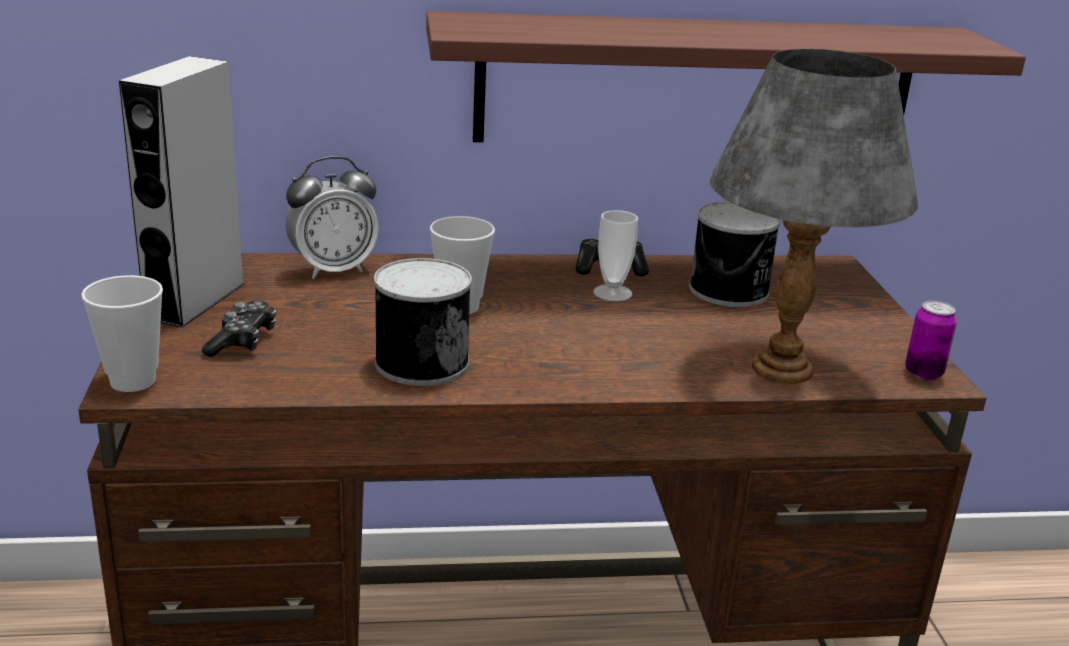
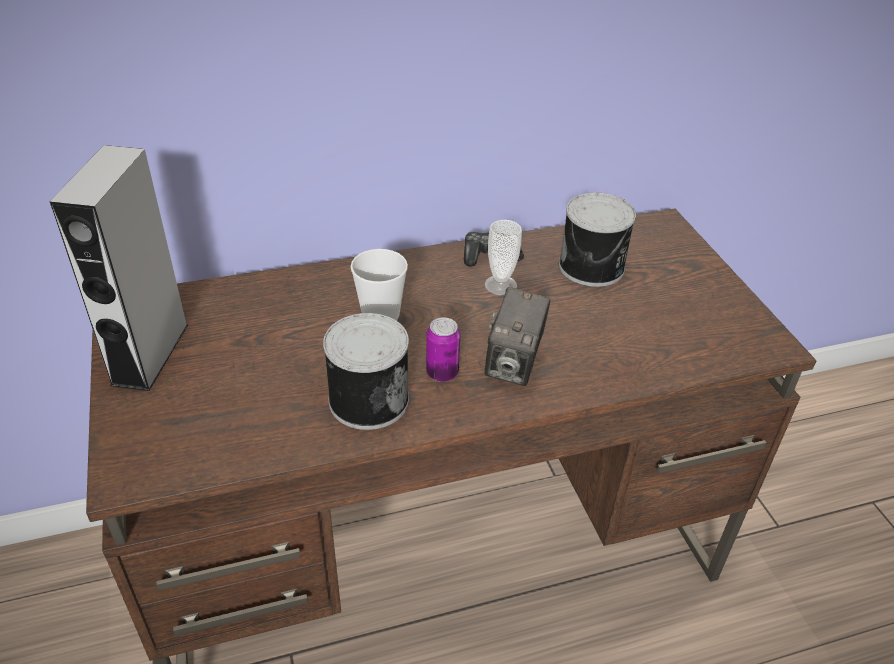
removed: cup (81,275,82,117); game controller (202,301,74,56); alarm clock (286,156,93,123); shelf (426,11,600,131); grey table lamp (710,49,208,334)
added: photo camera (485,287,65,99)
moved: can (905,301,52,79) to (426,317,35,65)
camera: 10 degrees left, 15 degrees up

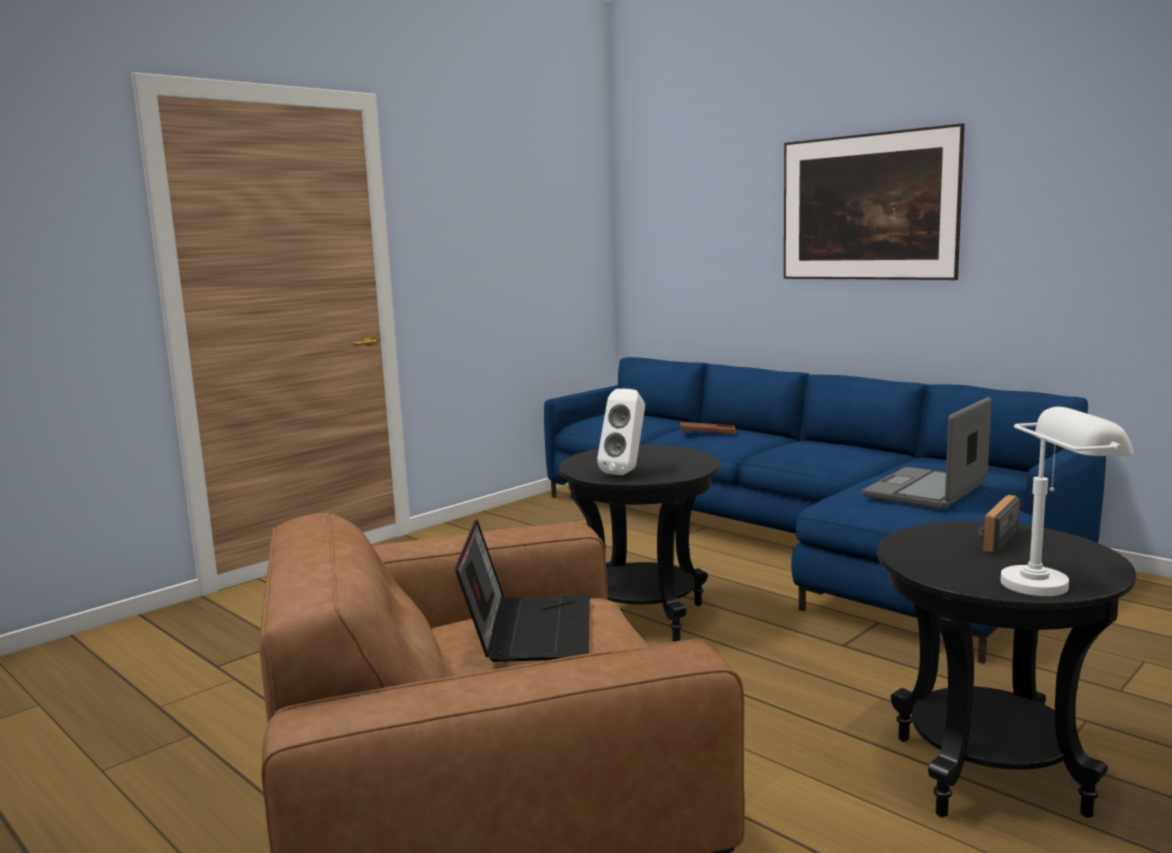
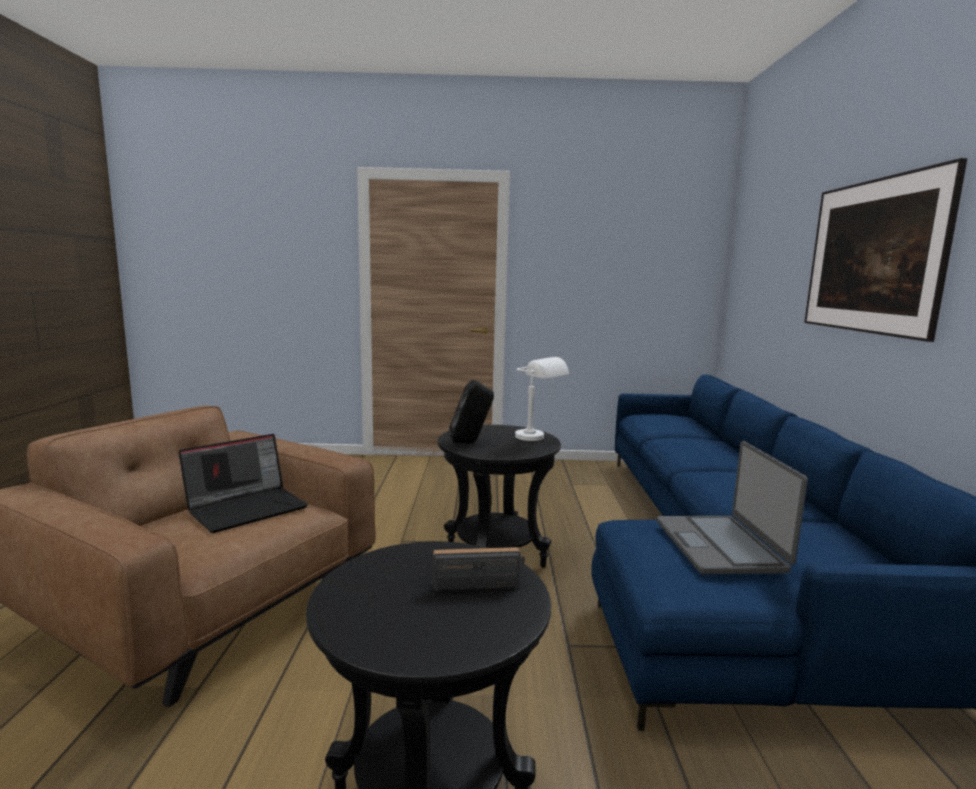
removed: brown tray (680,422,56,12)
moved: white table lamp (1000,407,133,189) to (515,357,54,84)
recoloured: white speaker (597,389,48,86) to black speaker (448,380,46,63)
turned: laptop (862,397,130,112) = (657,441,151,133) 90 degrees counterclockwise
camera: 45 degrees right, 0 degrees up

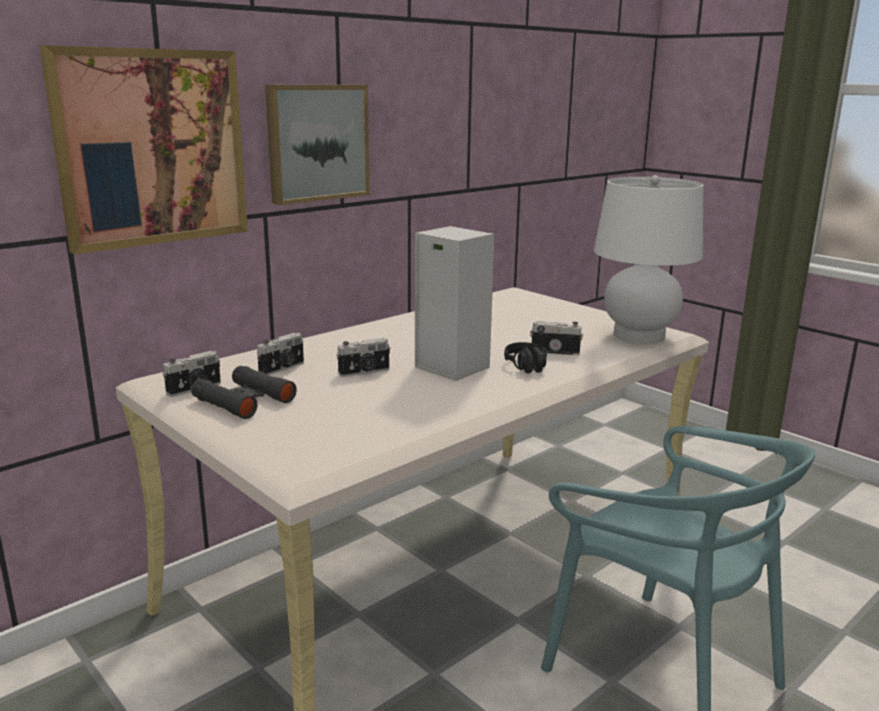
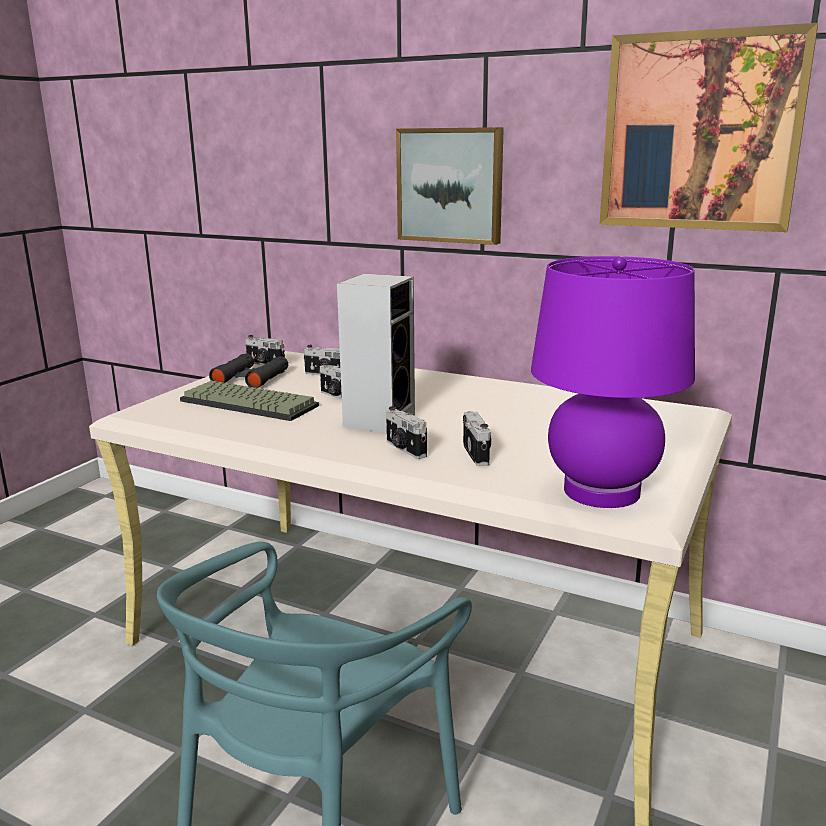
added: keyboard (180,381,139,40)
moved: picture (40,45,208,209) to (600,23,218,209)
replaced: black headphones (504,342,43,31) to photo camera (386,406,41,53)
recoloured: white table lamp (594,175,110,169) to purple table lamp (531,256,164,252)
camera: 70 degrees right, 0 degrees up

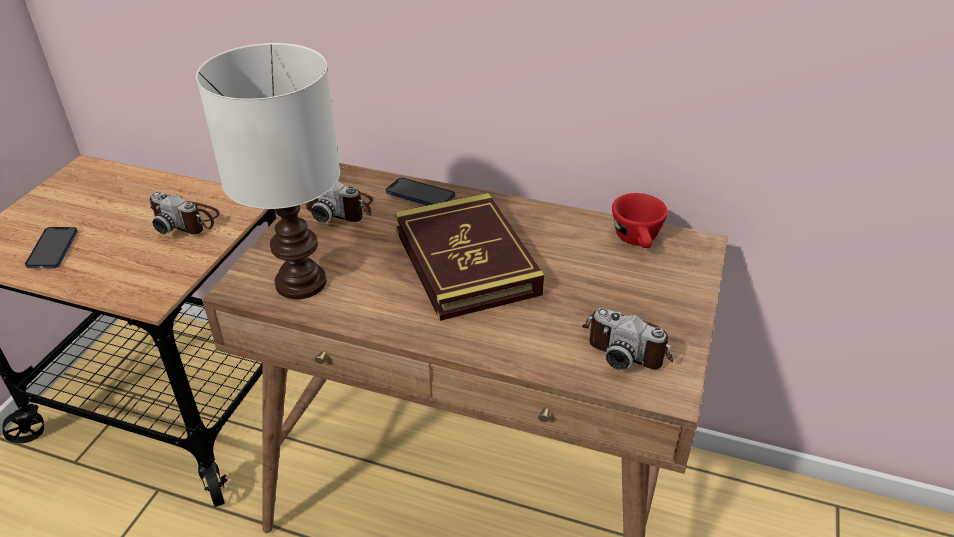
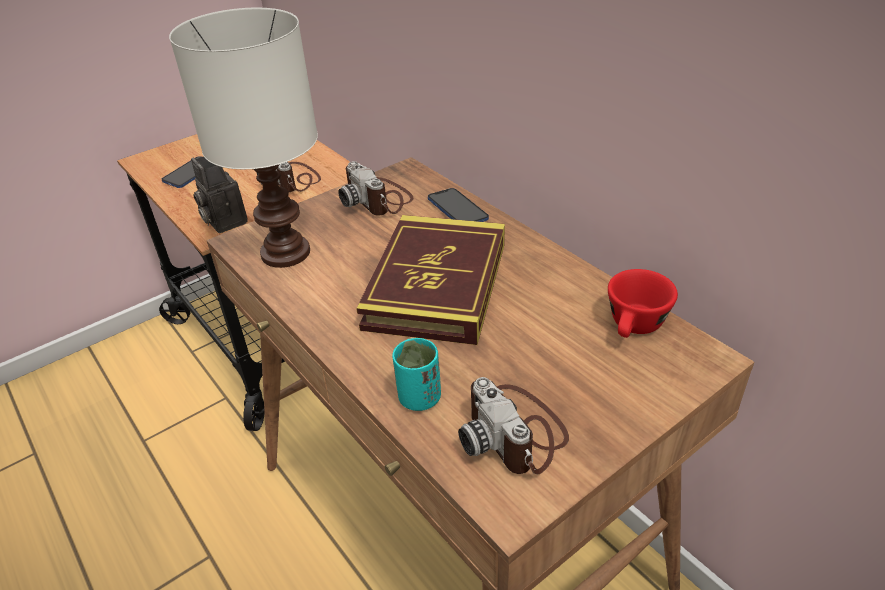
added: photo camera (191,157,57,76); turquoise cup (392,338,49,73)
camera: 35 degrees right, 0 degrees up

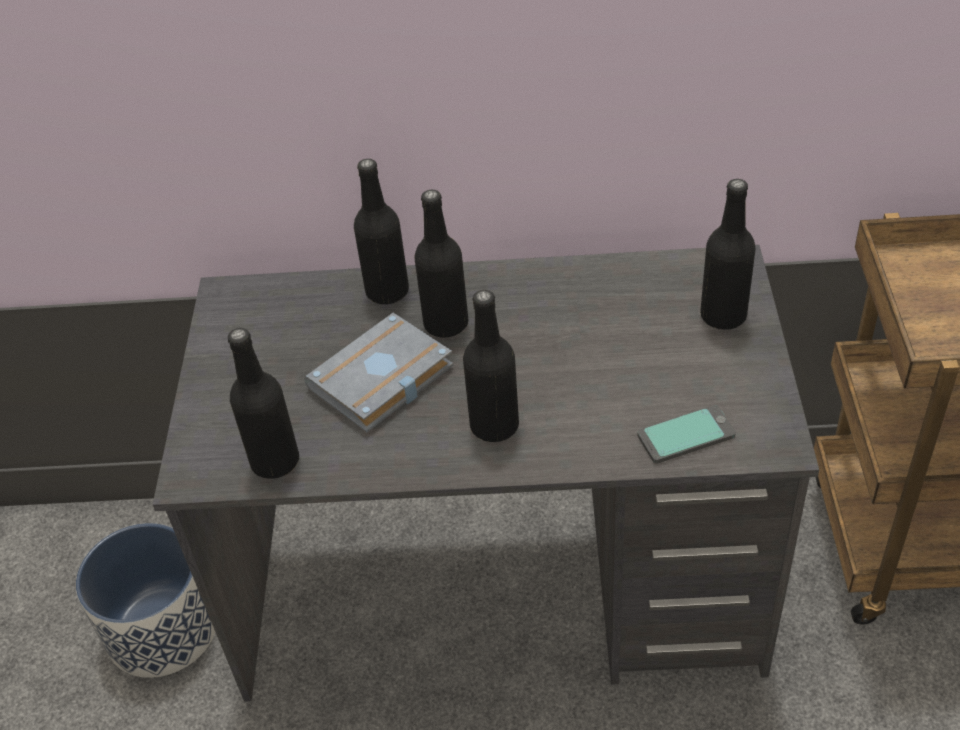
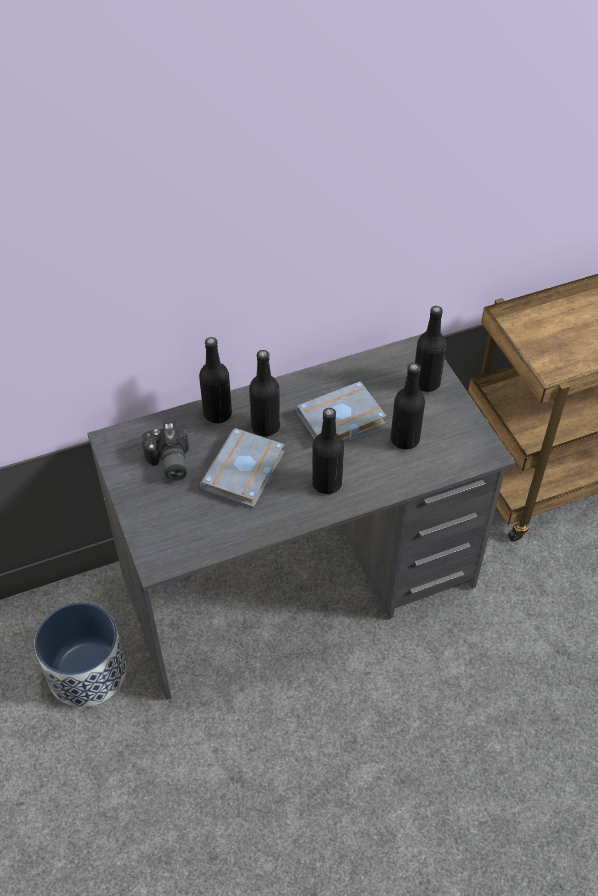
removed: phone (637,405,99,59)
added: photo camera (142,422,47,59); grey book (296,381,90,60)
moved: black bottle (228,328,71,151) to (391,363,34,87)
camera: 25 degrees left, 5 degrees up

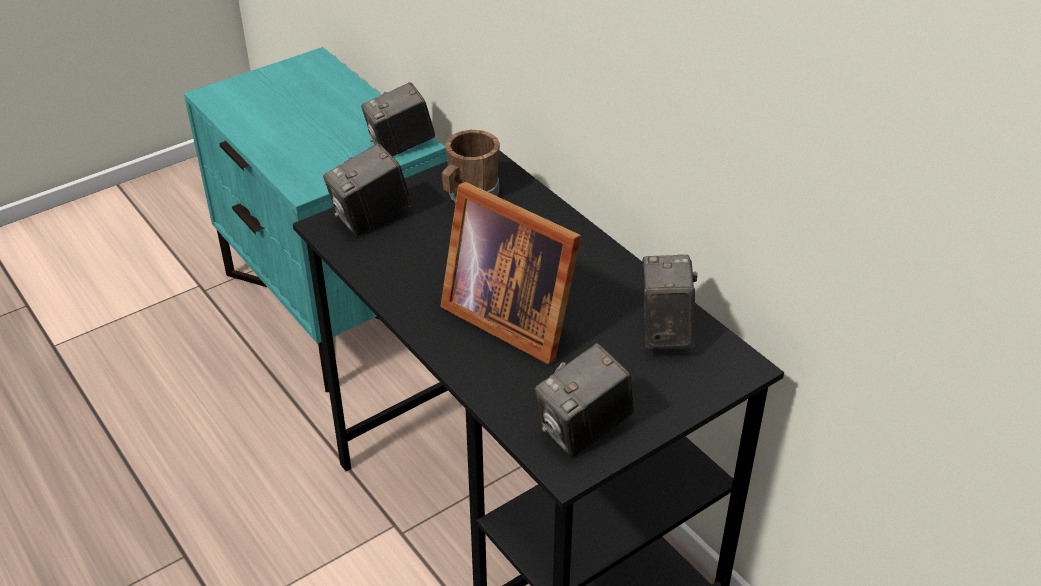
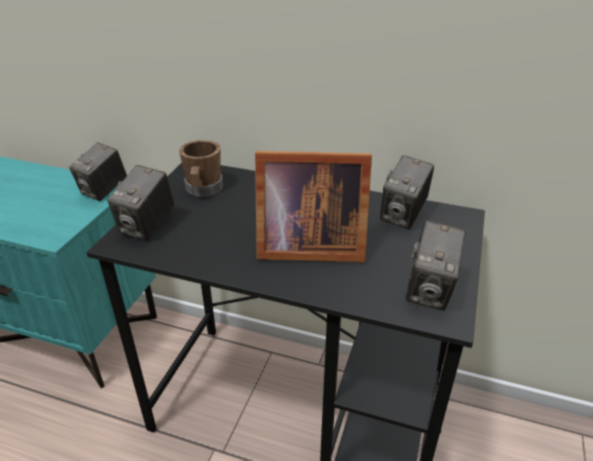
turned: photo camera (643,255,54,94) = (380,155,54,74) 120 degrees counterclockwise
camera: 35 degrees left, 5 degrees down

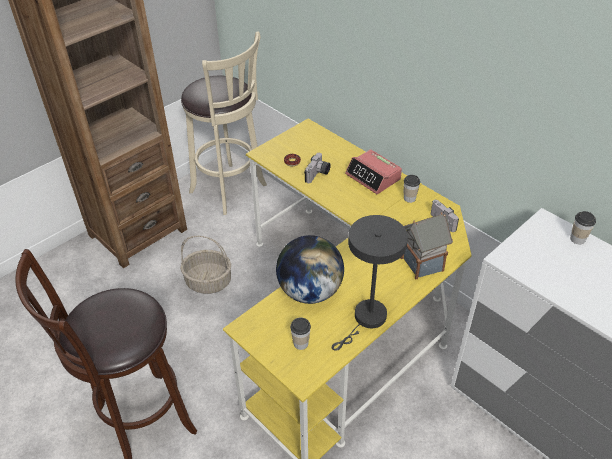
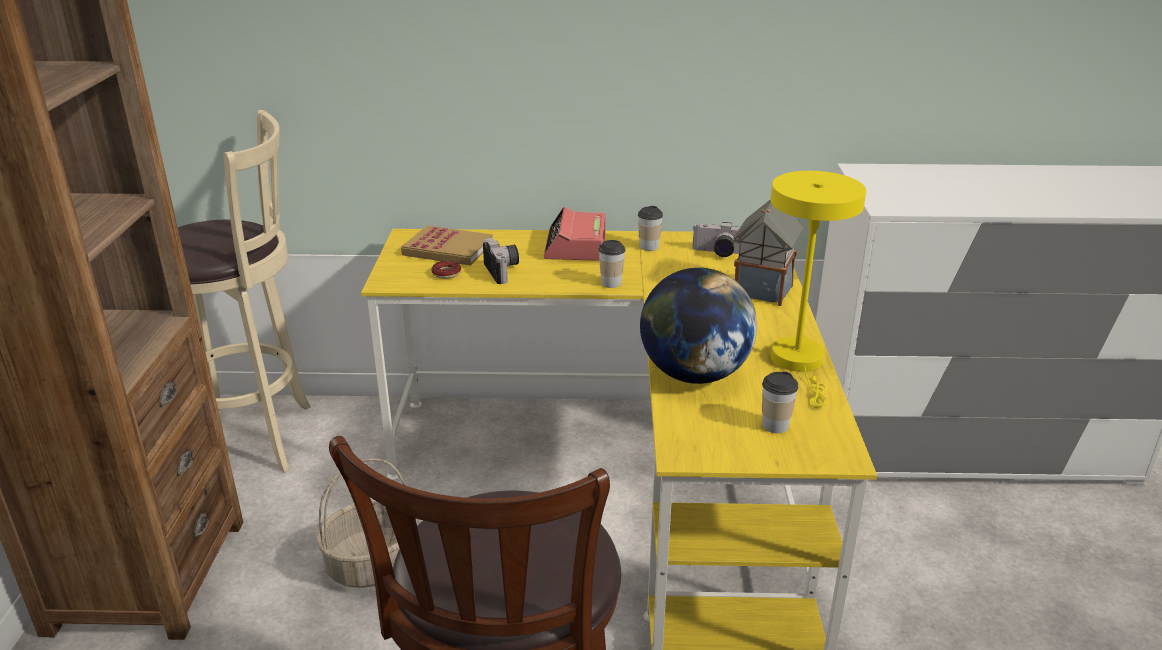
added: book (401,226,92,40)
moved: cup (570,211,26,34) to (598,240,28,48)
recoloured: grey table lamp (332,215,76,136) to yellow table lamp (770,171,96,237)
turned: alarm clock (345,149,57,45) = (544,207,62,54) 90 degrees clockwise
camera: 45 degrees left, 15 degrees down

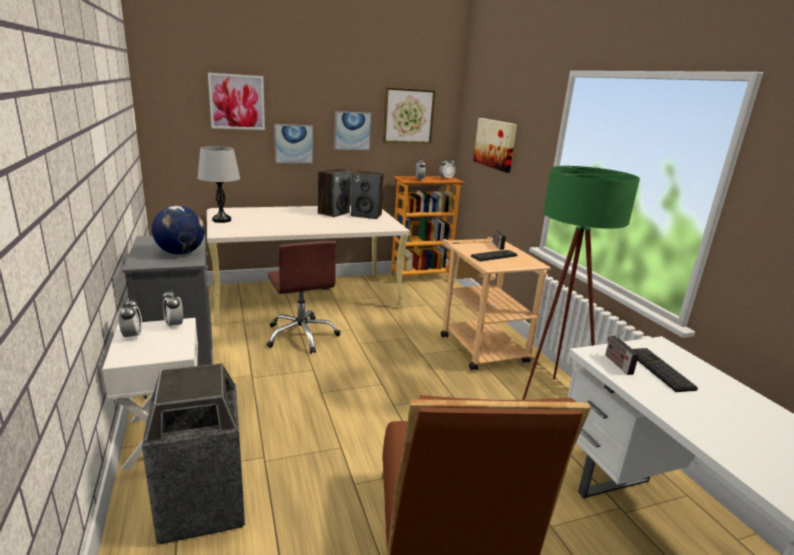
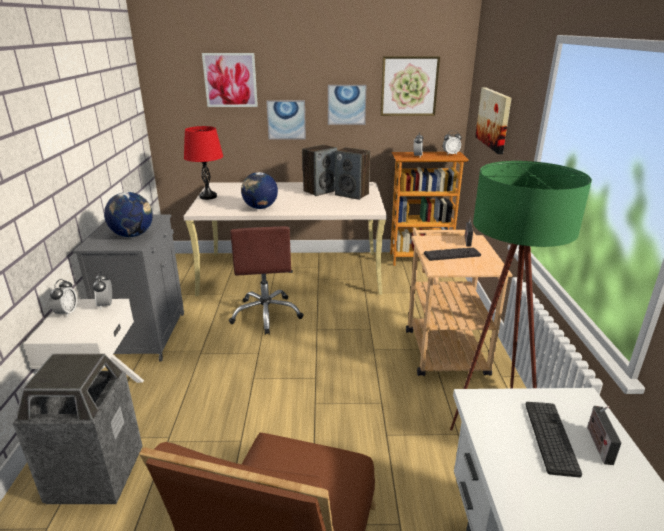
added: globe (241,172,37,37)
moved: radio (605,331,34,44) to (587,406,34,59)
recoloured: grey table lamp (198,146,42,77) to red table lamp (184,126,39,74)
camera: 20 degrees right, 5 degrees up

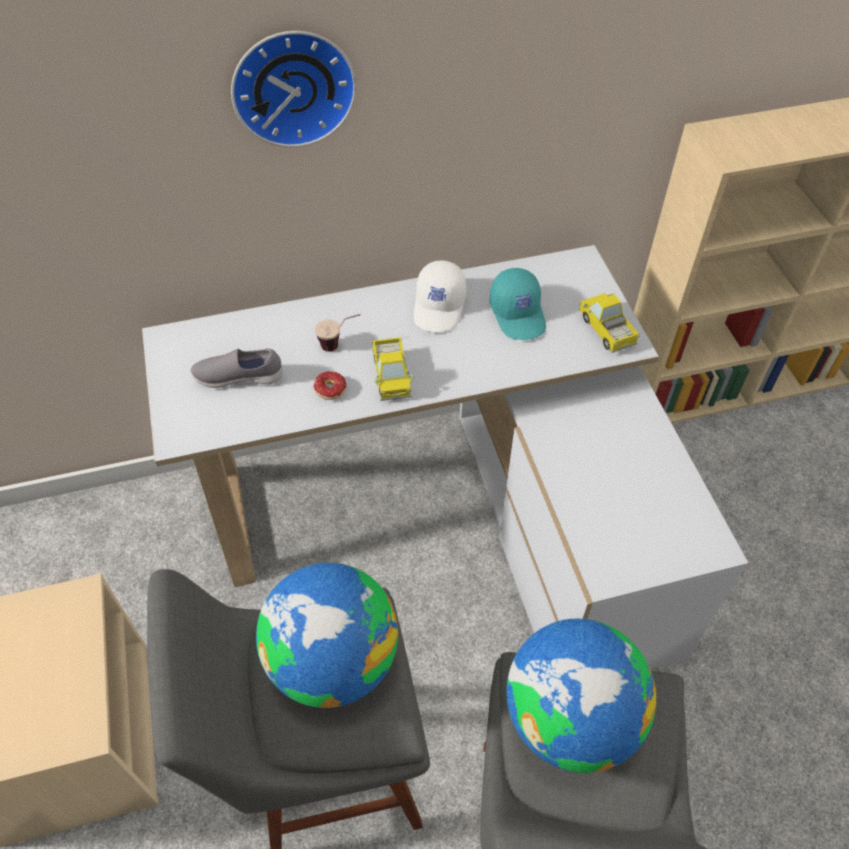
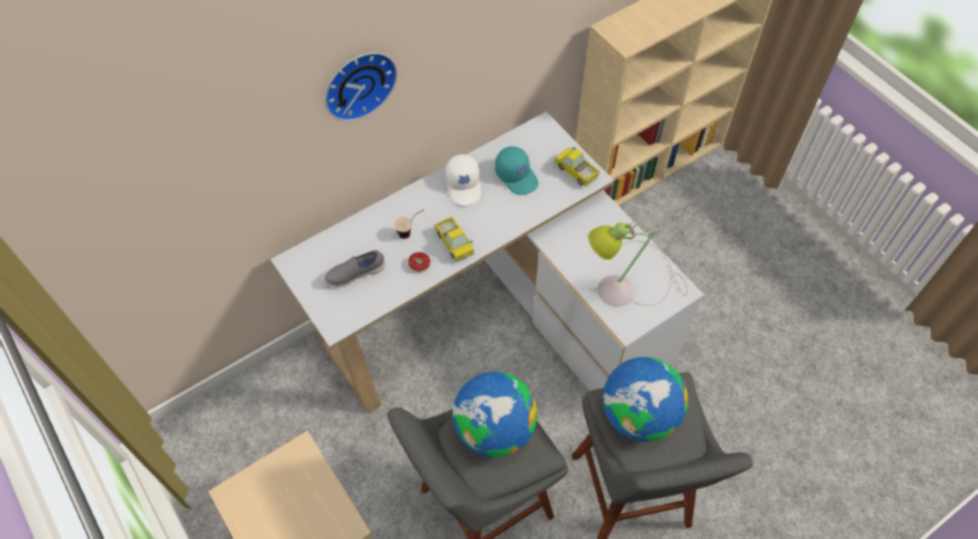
added: table lamp (585,222,103,84)
camera: 20 degrees left, 5 degrees up

